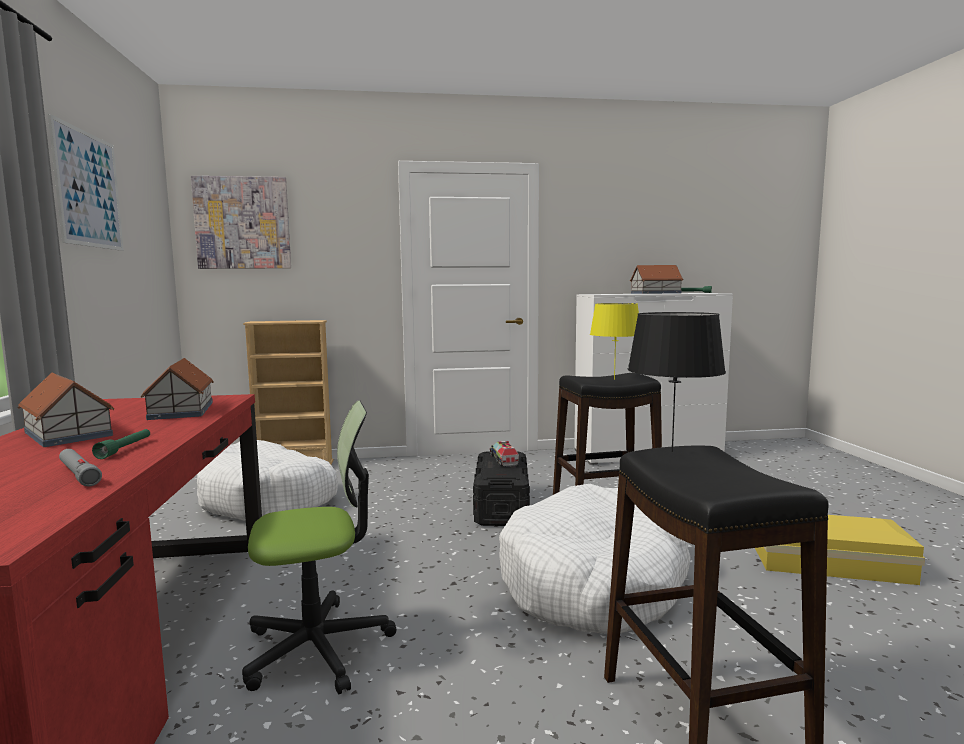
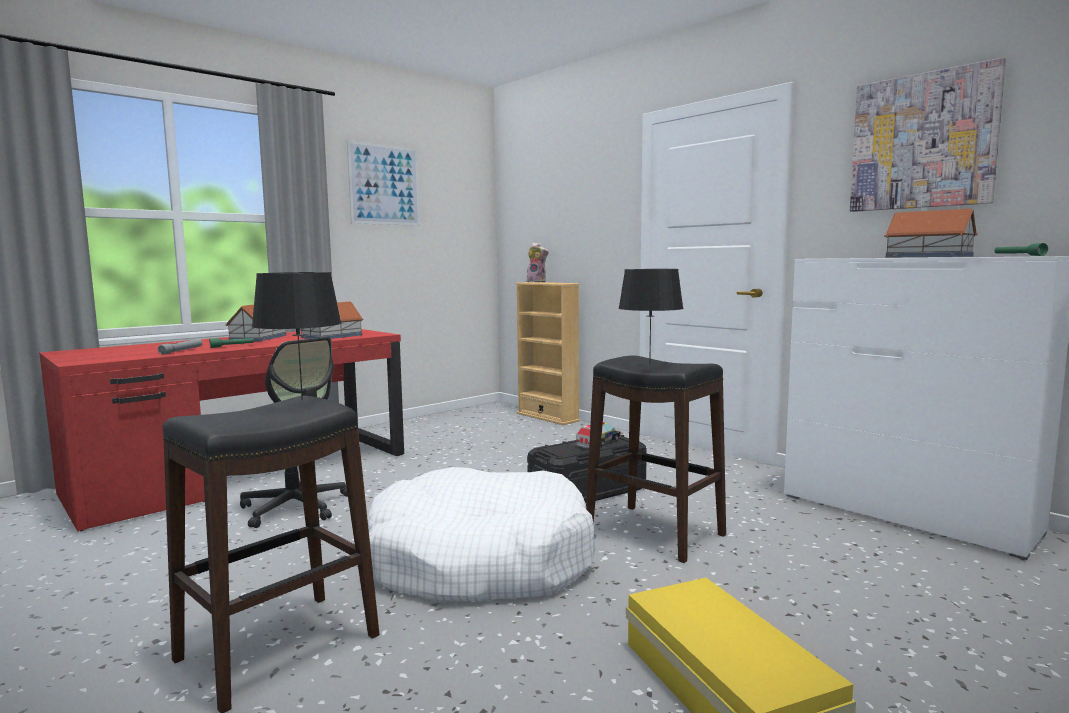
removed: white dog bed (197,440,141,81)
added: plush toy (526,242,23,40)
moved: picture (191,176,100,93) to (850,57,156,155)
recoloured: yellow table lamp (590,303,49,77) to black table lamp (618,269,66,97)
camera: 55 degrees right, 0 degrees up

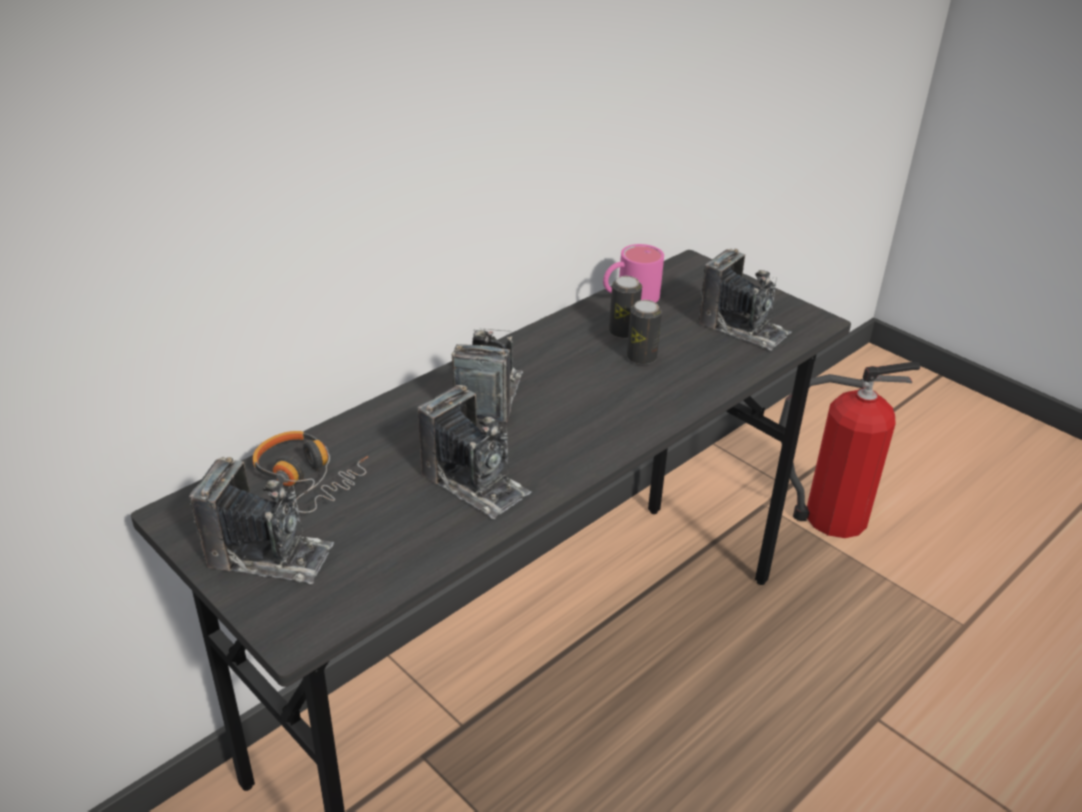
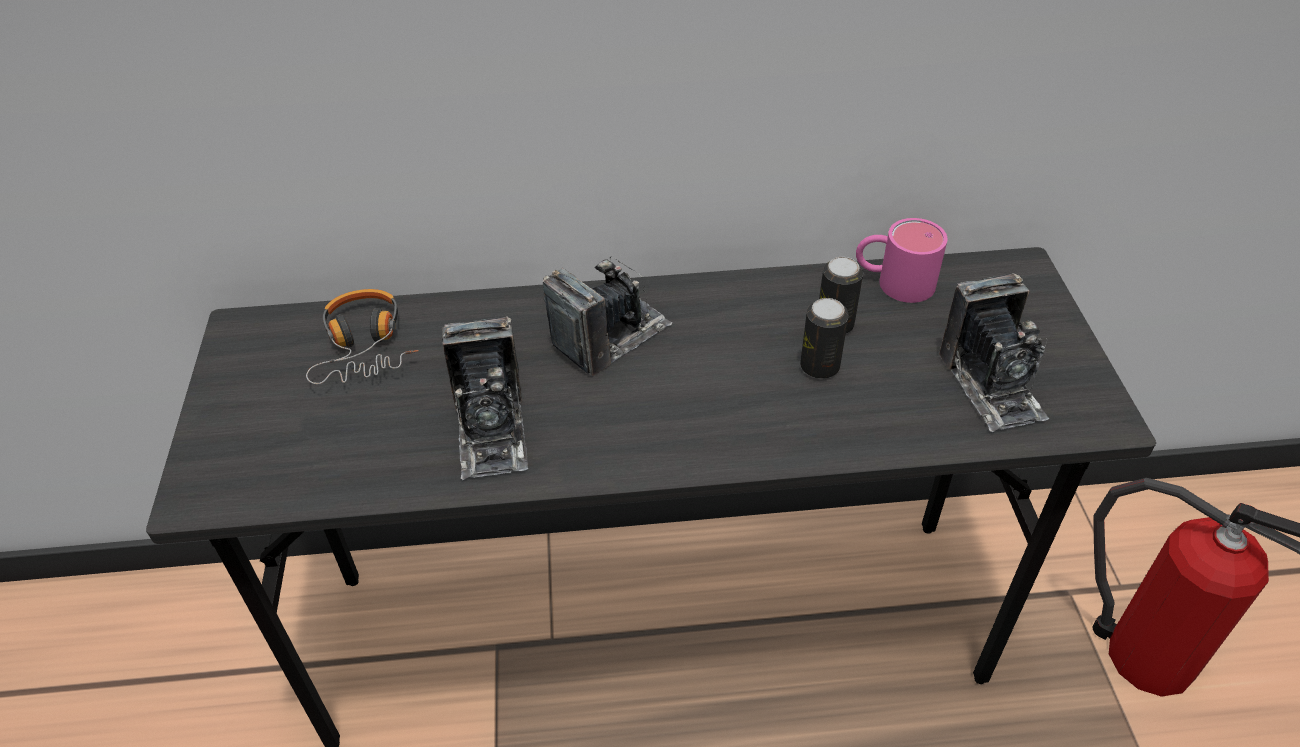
removed: photo camera (189,457,145,127)
camera: 40 degrees right, 10 degrees up

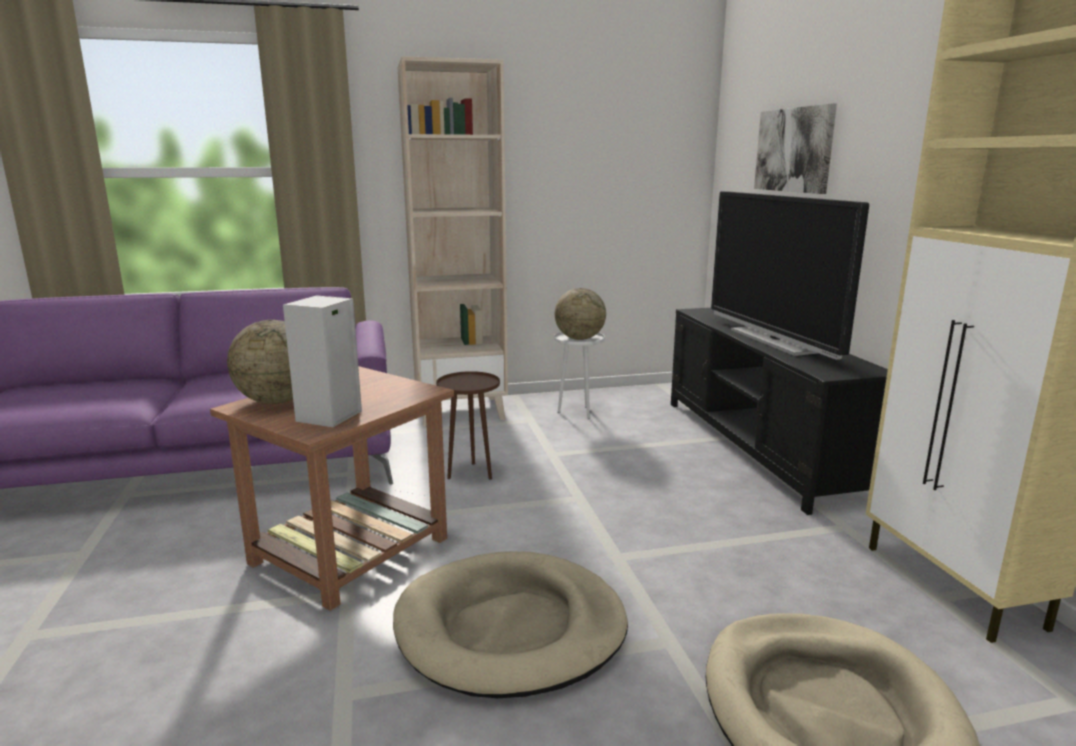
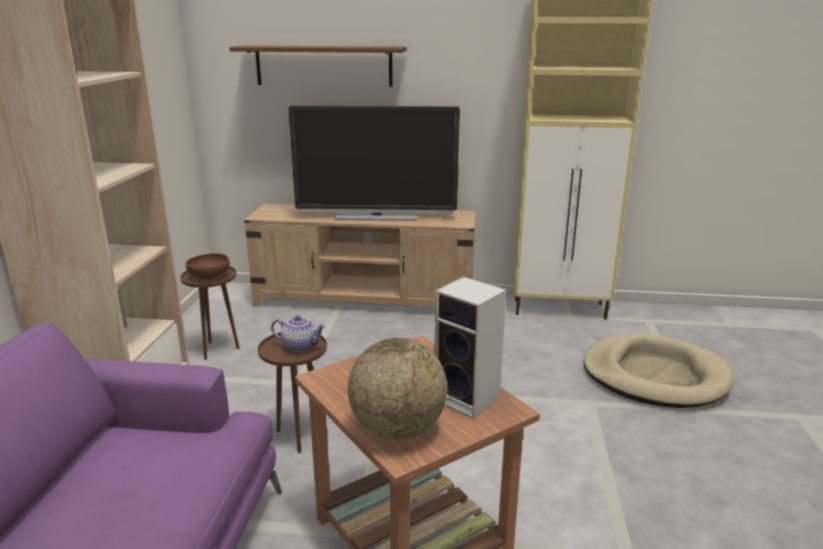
removed: beige dog bed (393,551,235,147)
added: teapot (271,315,55,37)
replaced: globe (555,288,51,52) to brown bowl (186,253,44,27); picture (754,103,83,91) to brown shelf (229,45,178,42)
recoloured: white side table (554,332,51,87) to brown side table (180,266,59,94); black tv stand (671,308,217,207) to beige tv stand (244,204,232,103)
camera: 70 degrees left, 5 degrees up

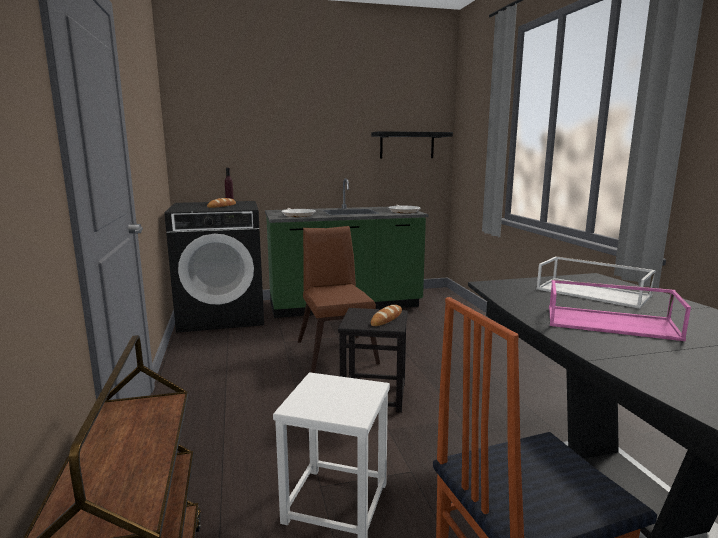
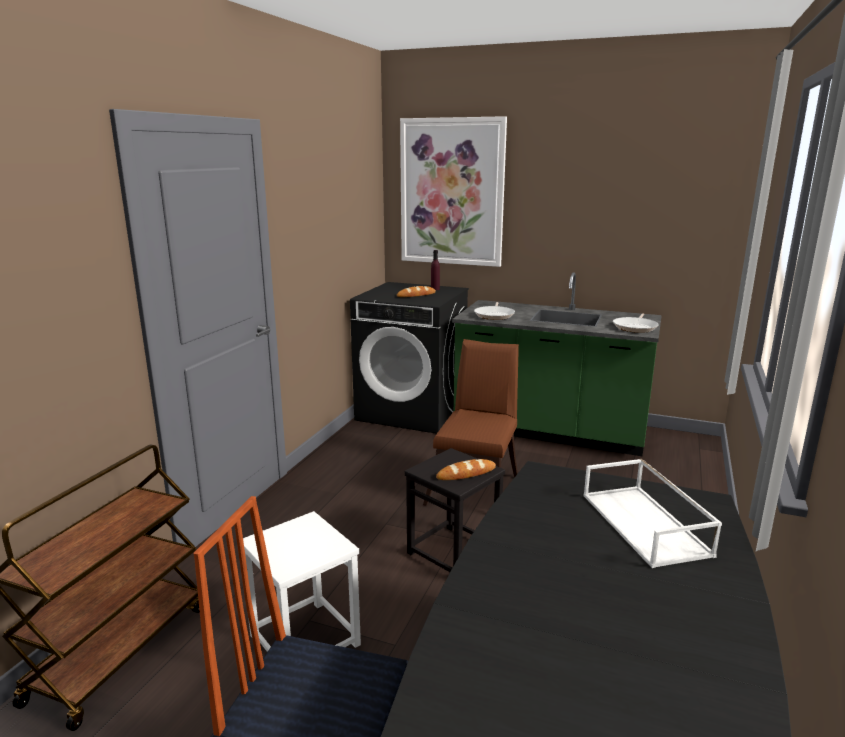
removed: black shelf (371,131,82,28); pink tray (549,280,142,61)
added: picture (400,116,107,151)
camera: 35 degrees right, 5 degrees up

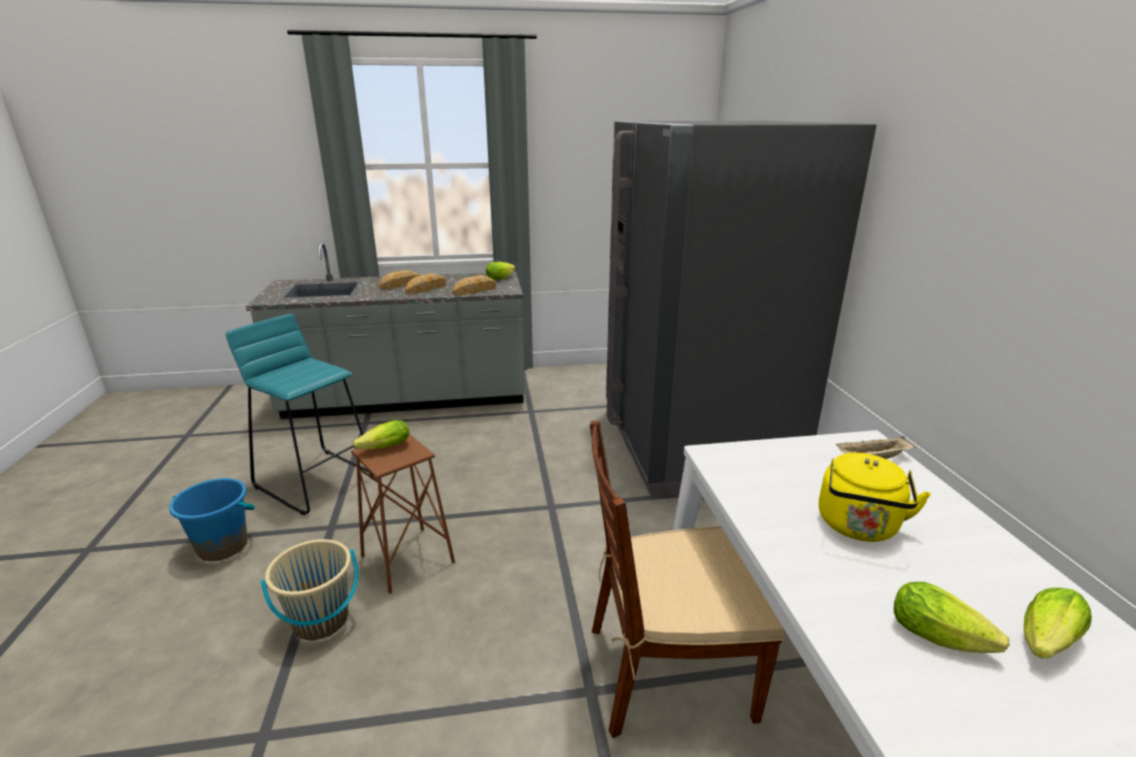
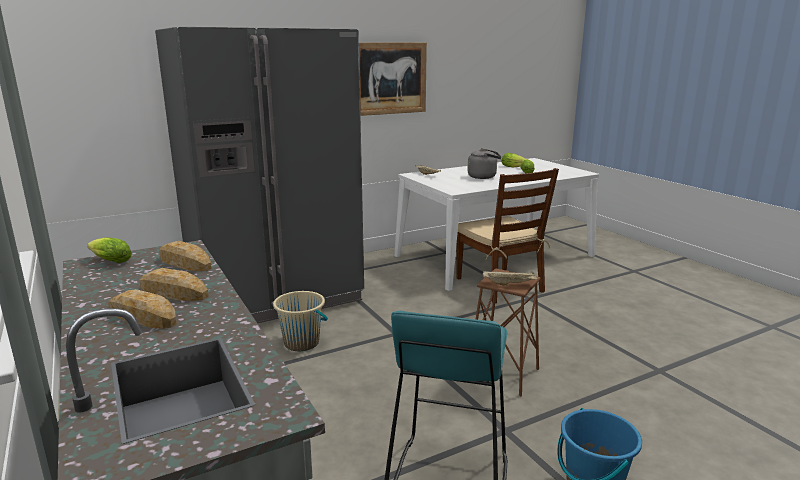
added: picture (359,43,68,73)
moved: beige bucket (261,539,98,101) to (273,291,55,60)
replaced: lettuce (353,420,56,29) to beige tray (483,271,54,15)
recoloured: yellow kettle (819,453,112,89) to grey kettle (467,148,34,31)
camera: 110 degrees left, 5 degrees down

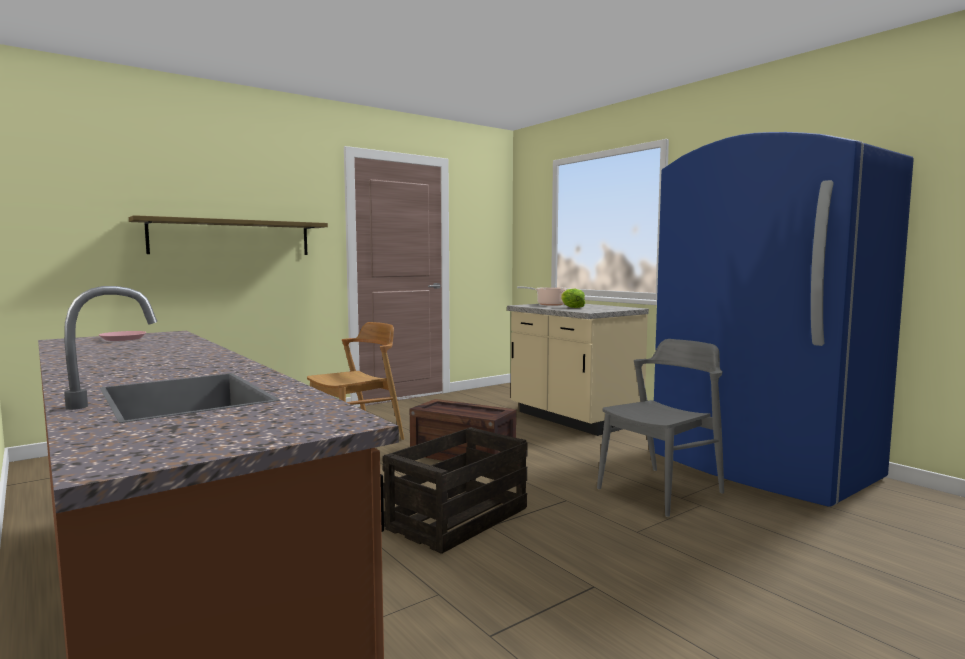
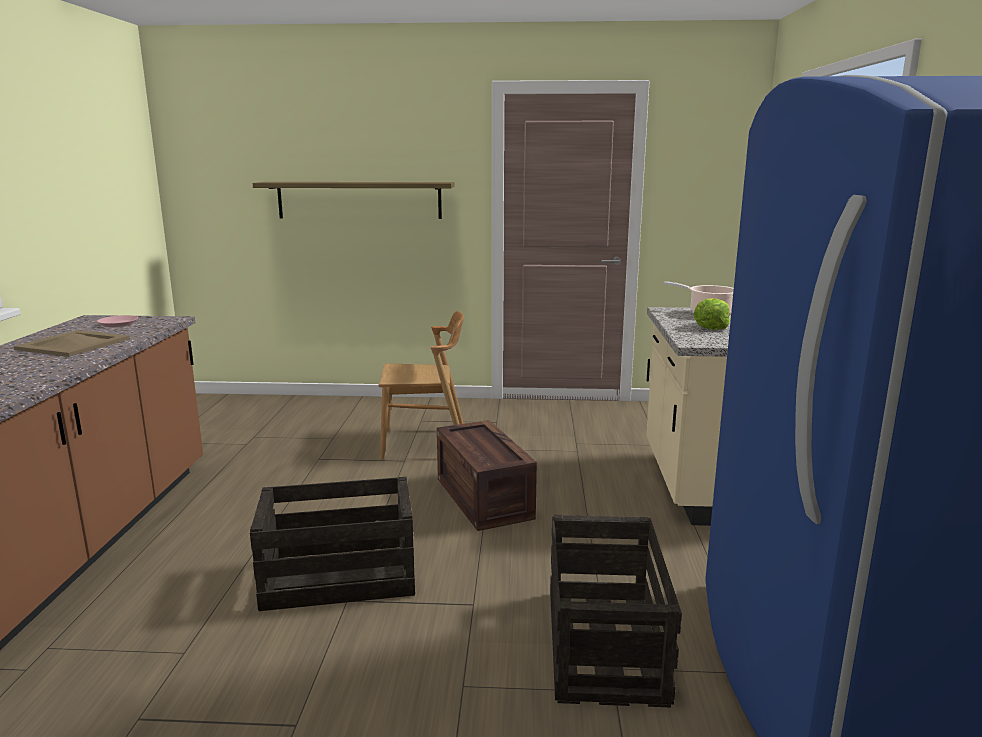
added: beige tray (14,330,116,27)
replaced: grey chair (597,339,127,178) to crate (550,515,132,192)
camera: 40 degrees right, 10 degrees up

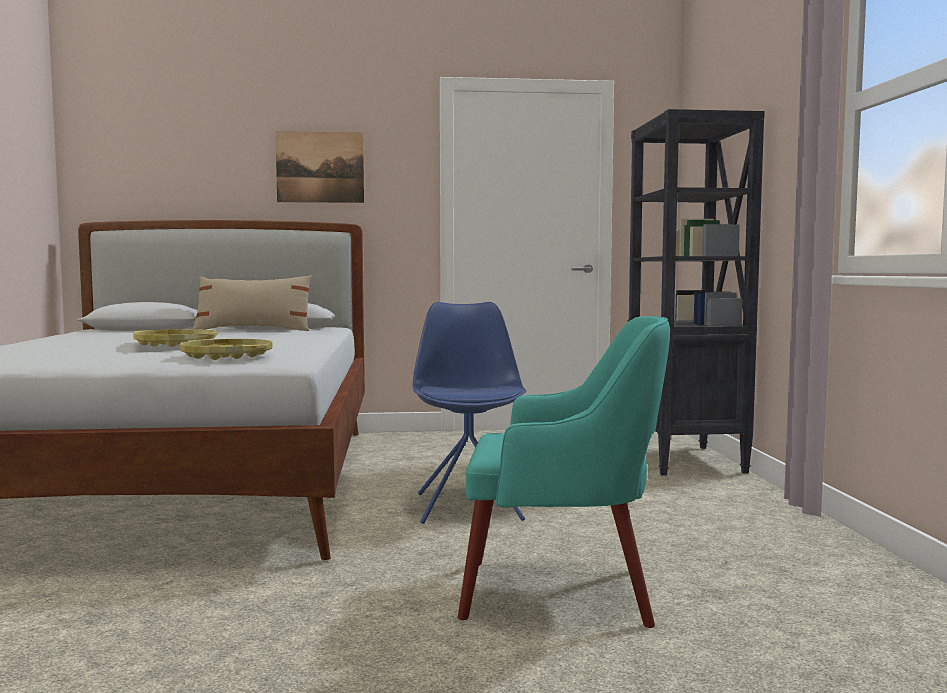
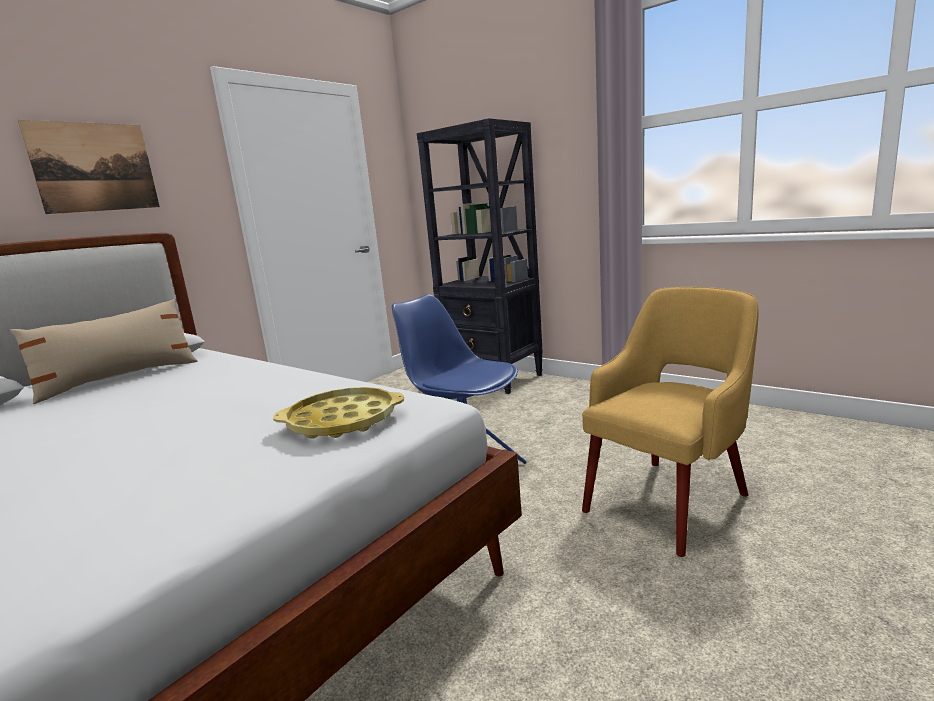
removed: yellow tray (133,329,85,18)
recoloured: turquoise armchair (458,316,212,312) to yellow armchair (582,287,177,270)
camera: 45 degrees left, 10 degrees up

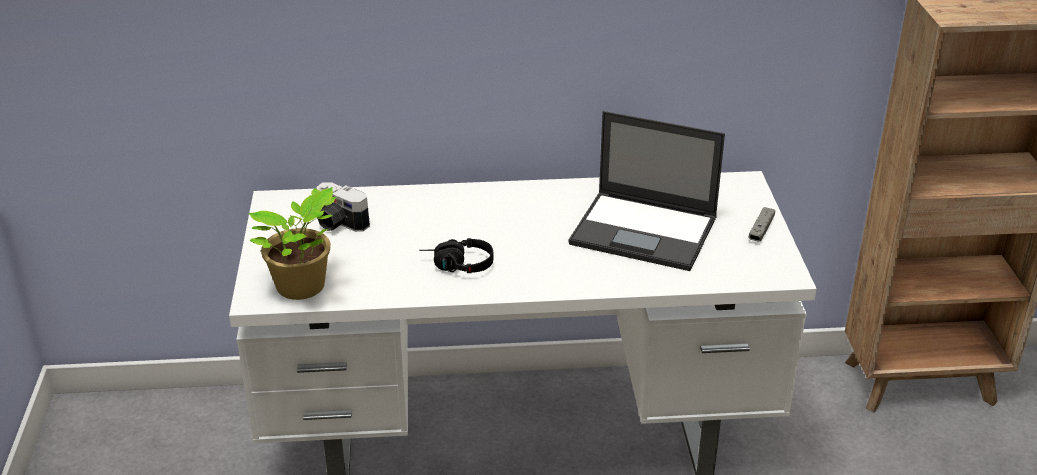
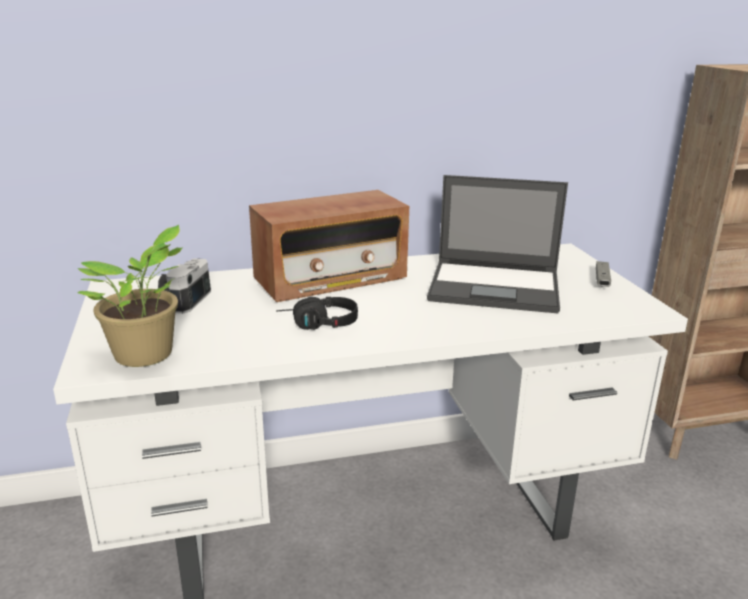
added: radio (249,190,160,112)
turned: photo camera (316,182,54,50) = (158,258,53,56) 75 degrees clockwise
camera: 10 degrees left, 10 degrees down

